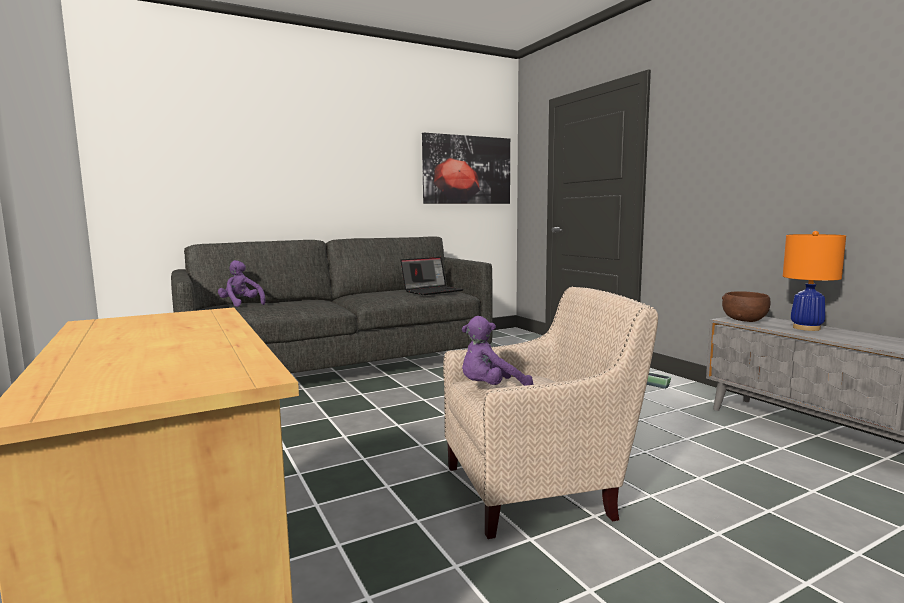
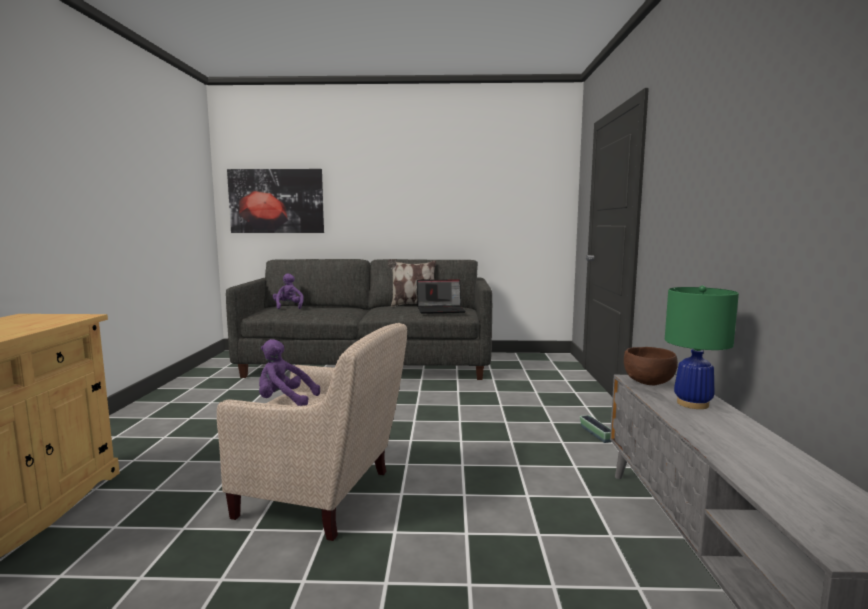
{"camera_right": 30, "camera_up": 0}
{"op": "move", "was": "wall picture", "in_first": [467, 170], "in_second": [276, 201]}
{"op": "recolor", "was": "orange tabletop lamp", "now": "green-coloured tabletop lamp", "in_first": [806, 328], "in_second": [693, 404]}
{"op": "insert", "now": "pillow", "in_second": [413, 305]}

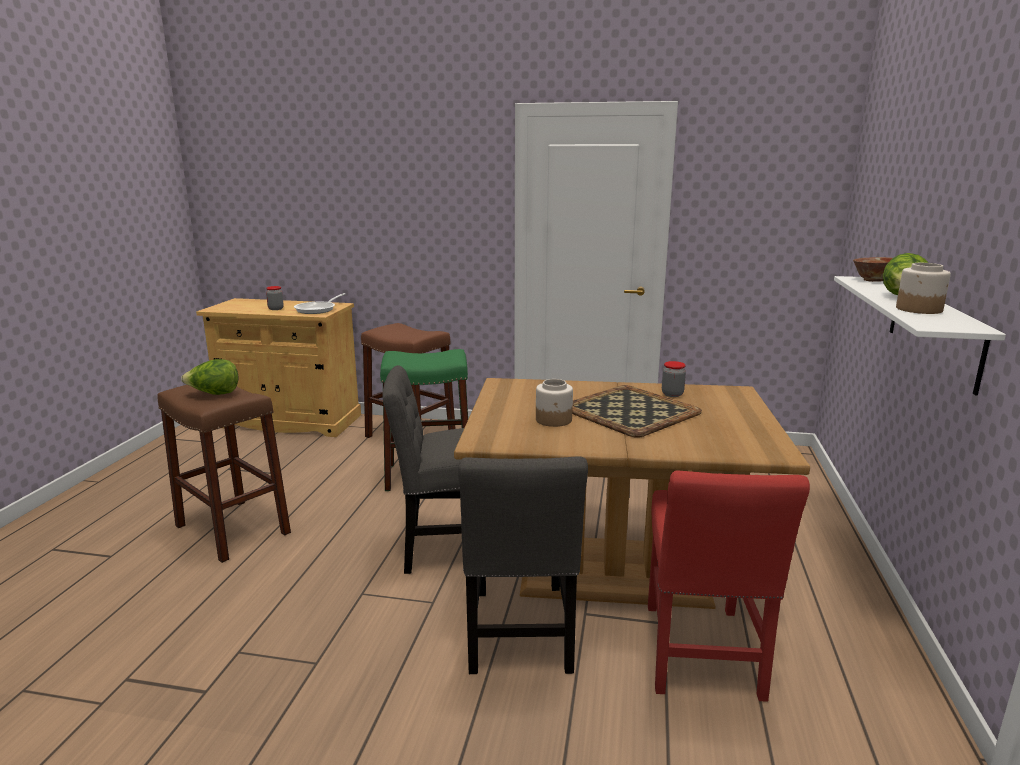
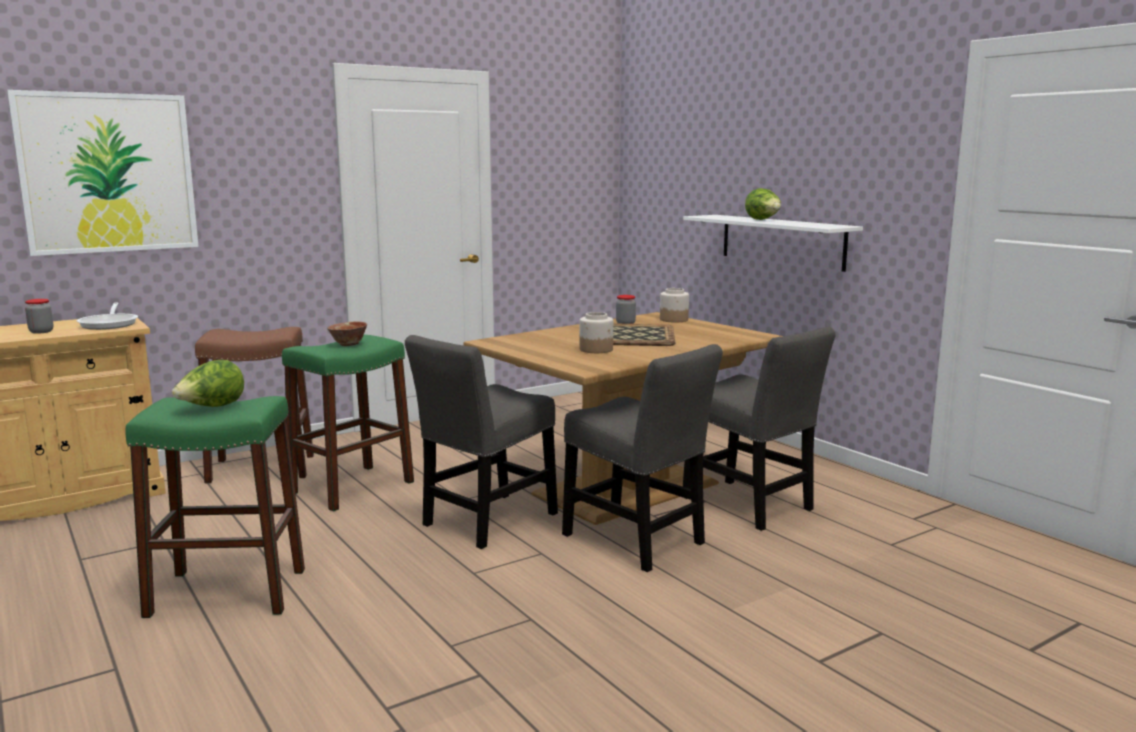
{"camera_right": -45, "camera_up": -5}
{"op": "move", "was": "deep dish", "in_first": [873, 280], "in_second": [348, 344]}
{"op": "move", "was": "storage jar", "in_first": [919, 309], "in_second": [674, 320]}
{"op": "recolor", "was": "brown sitting stool", "now": "green-coloured sitting stool", "in_first": [232, 529], "in_second": [227, 592]}
{"op": "recolor", "was": "reddish chair", "now": "greyish chair", "in_first": [701, 656], "in_second": [751, 506]}
{"op": "insert", "now": "wall picture", "in_second": [108, 173]}

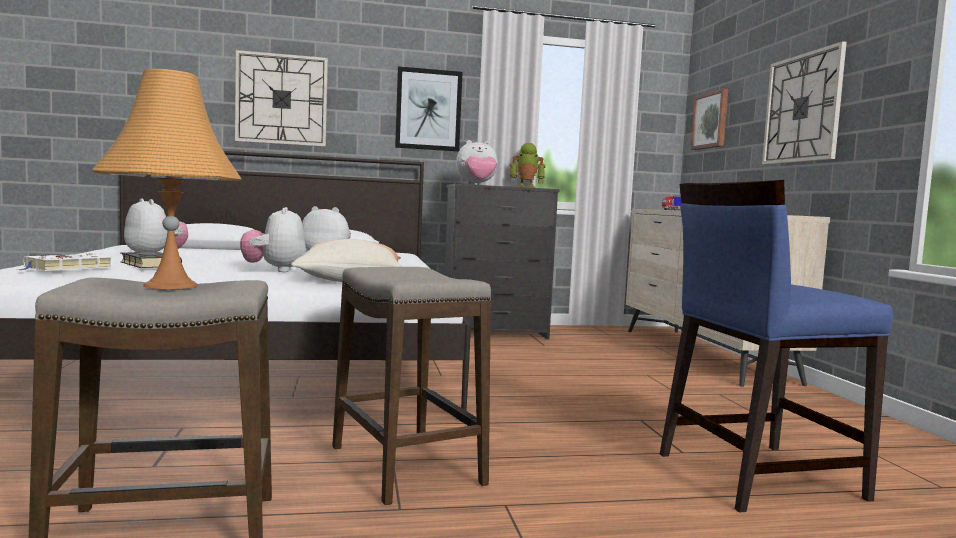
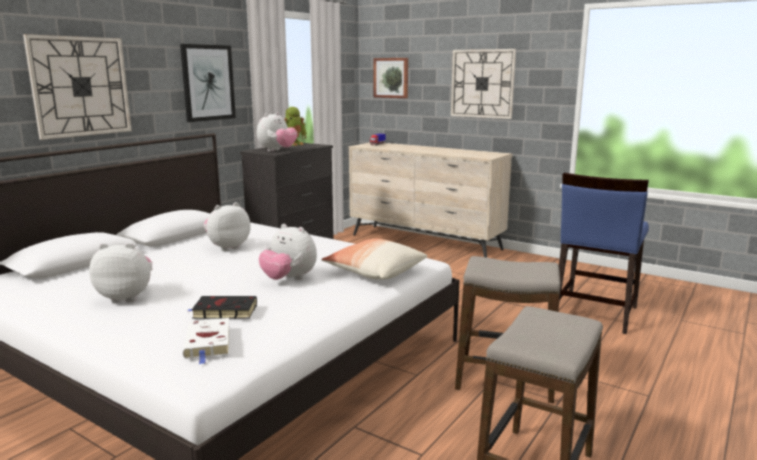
{"camera_right": -45, "camera_up": 10}
{"op": "delete", "was": "orange tabletop lamp", "in_first": [171, 285]}

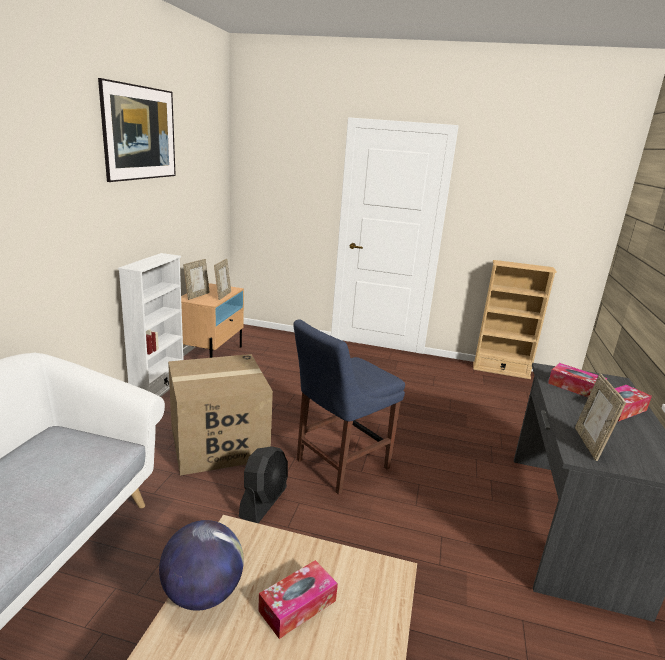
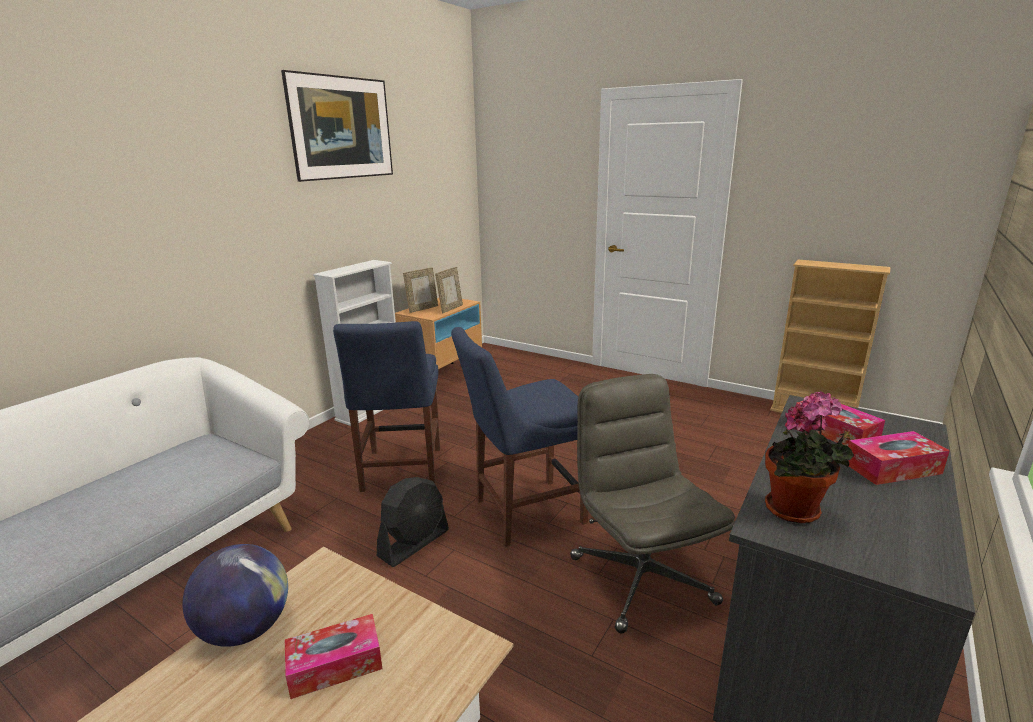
{"camera_right": 20, "camera_up": 0}
{"op": "replace", "was": "carton", "now": "blue chair", "in_first": [218, 443], "in_second": [400, 471]}
{"op": "replace", "was": "standing frame", "now": "plant in a pot", "in_first": [589, 444], "in_second": [796, 512]}
{"op": "insert", "now": "greyish desk chair", "in_second": [640, 578]}

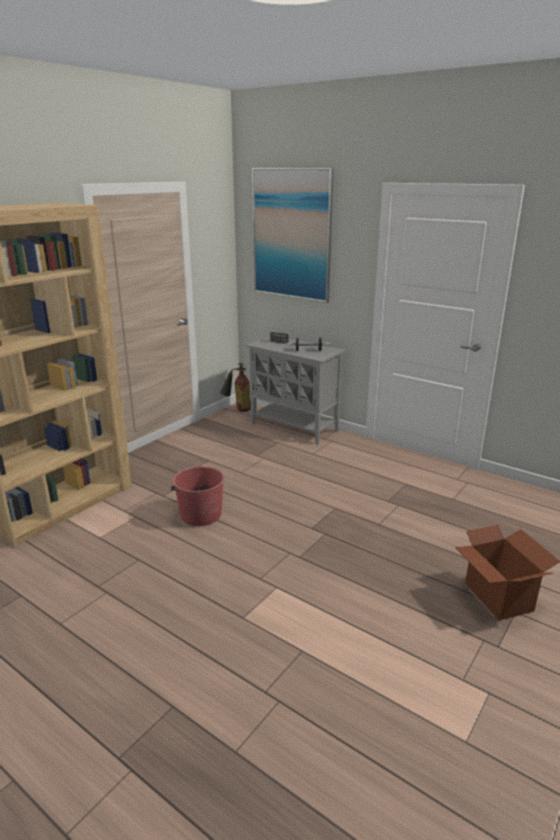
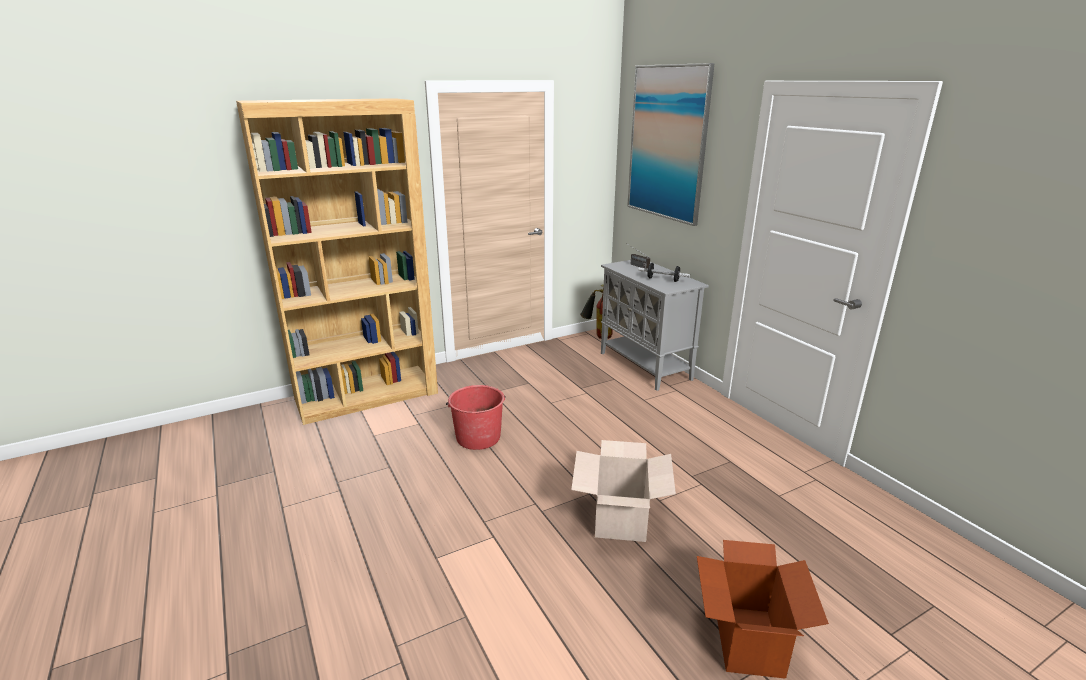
{"camera_right": 25, "camera_up": 0}
{"op": "insert", "now": "carton", "in_second": [621, 518]}

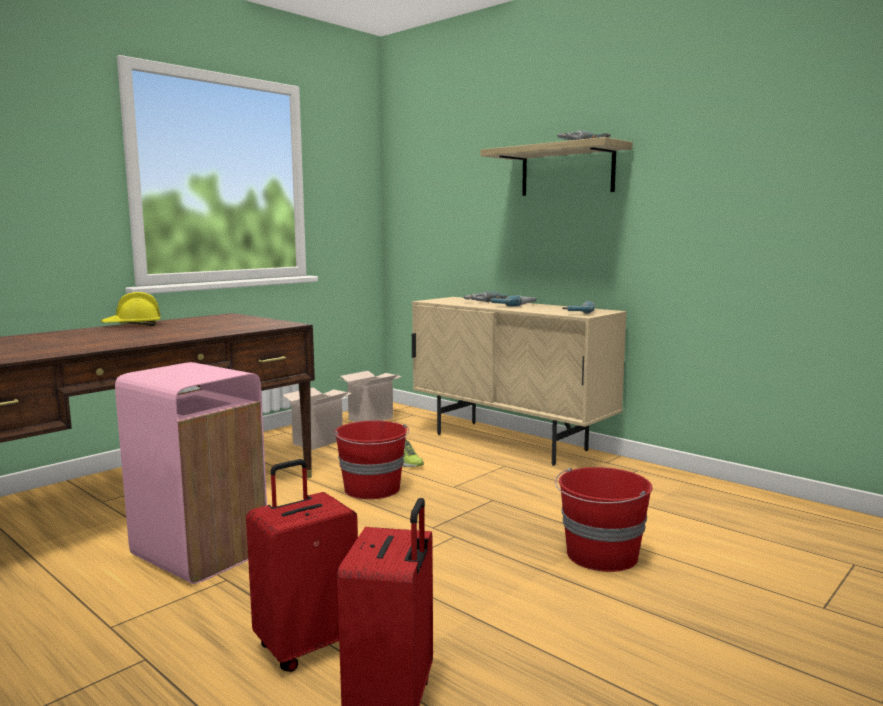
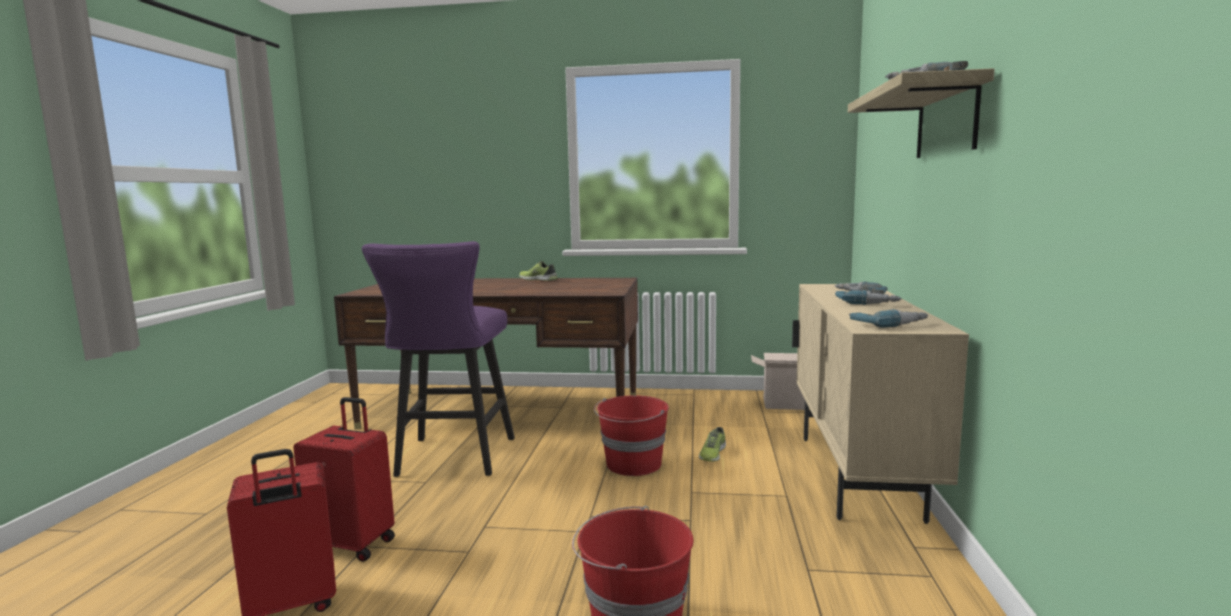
{"camera_right": 55, "camera_up": 0}
{"op": "replace", "was": "yellow hard hat", "now": "item of footwear", "in_first": [132, 325], "in_second": [538, 279]}
{"op": "replace", "was": "pinkish rubbish bin", "now": "purple sitting stool", "in_first": [199, 555], "in_second": [452, 460]}
{"op": "delete", "was": "carton", "in_first": [318, 441]}

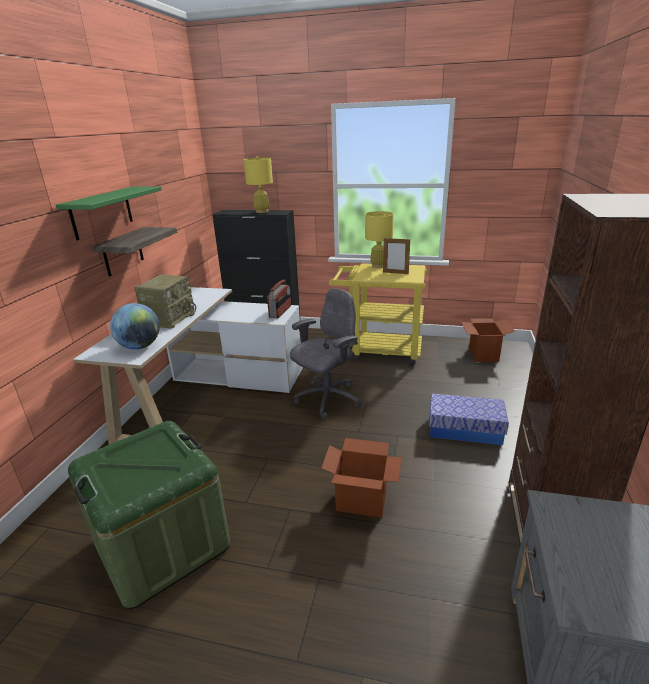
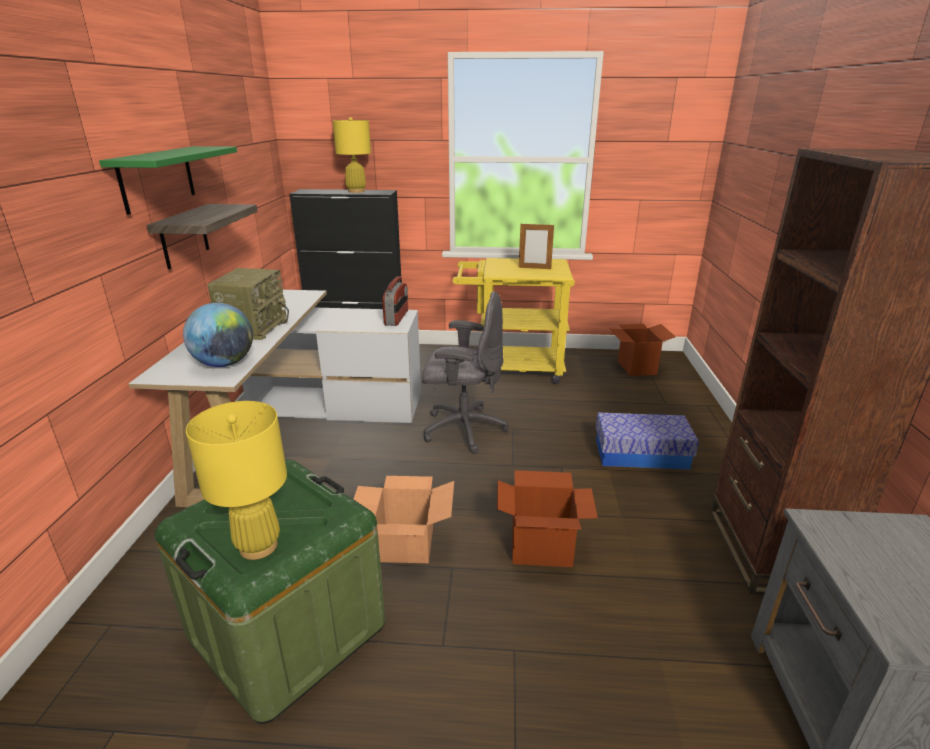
{"camera_right": -10, "camera_up": 0}
{"op": "move", "was": "yellow tabletop lamp", "in_first": [378, 266], "in_second": [258, 546]}
{"op": "rotate", "was": "greyish desk chair", "in_first": [327, 399], "in_second": [462, 429], "clockwise": 60}
{"op": "insert", "now": "carton", "in_second": [406, 543]}

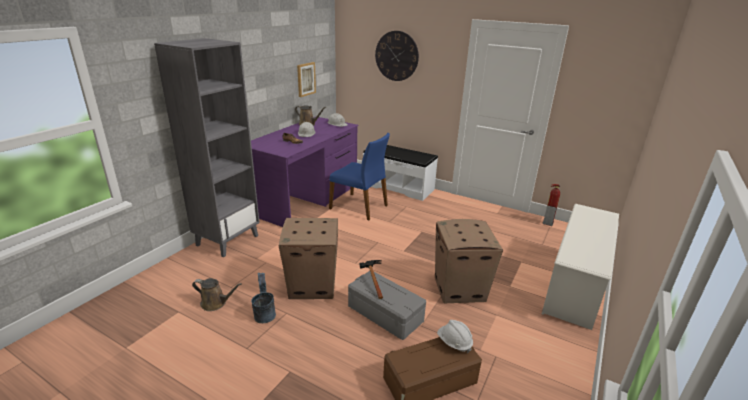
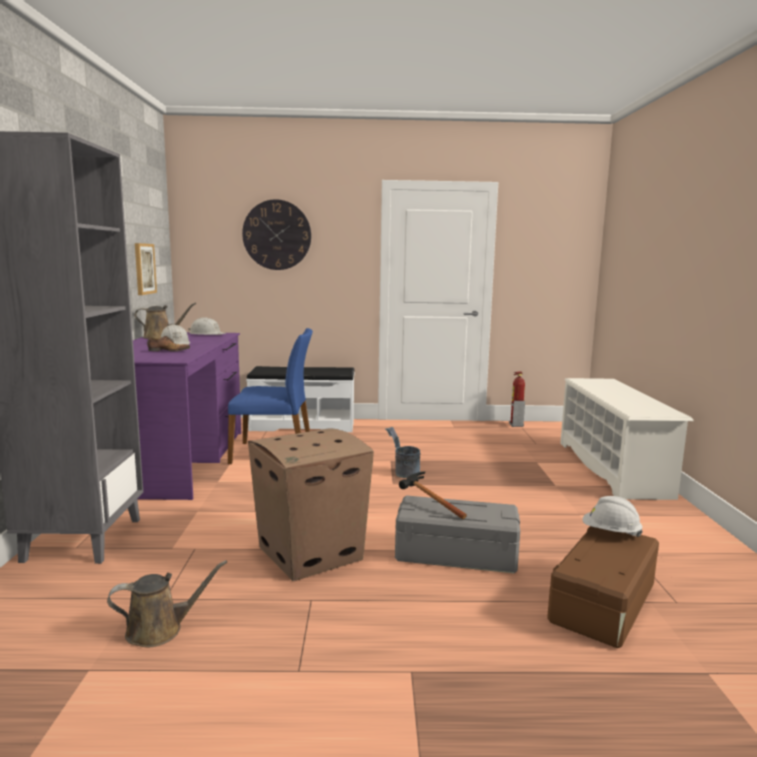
{"camera_right": -30, "camera_up": -15}
{"op": "delete", "was": "carton", "in_first": [459, 289]}
{"op": "move", "was": "greyish bucket", "in_first": [264, 313], "in_second": [403, 473]}

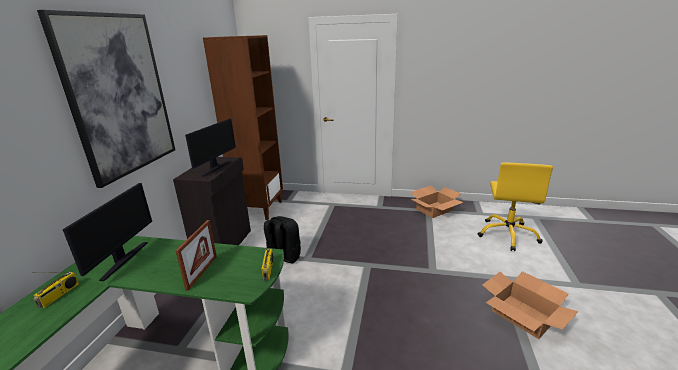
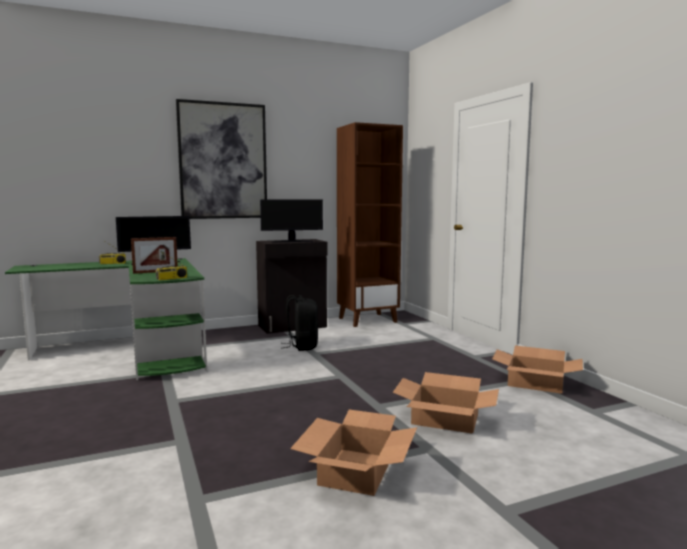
{"camera_right": 55, "camera_up": -15}
{"op": "delete", "was": "yellow desk chair", "in_first": [508, 235]}
{"op": "insert", "now": "carton", "in_second": [445, 419]}

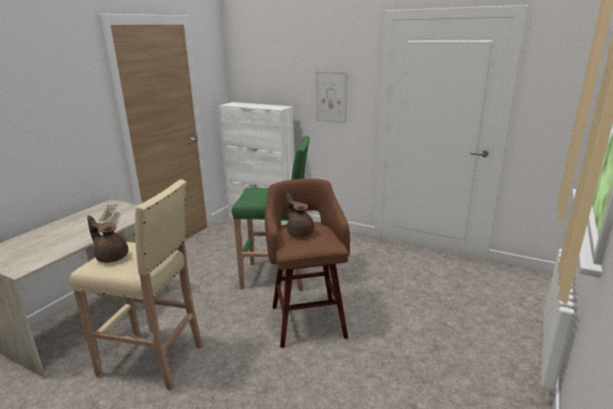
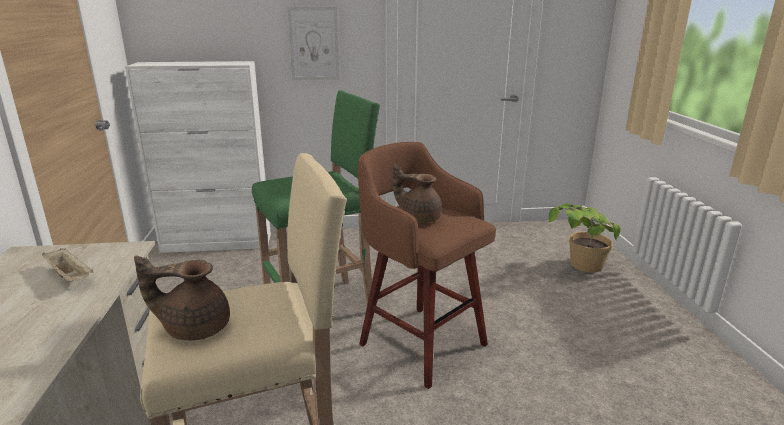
{"camera_right": -35, "camera_up": 0}
{"op": "insert", "now": "plant in a pot", "in_second": [574, 269]}

